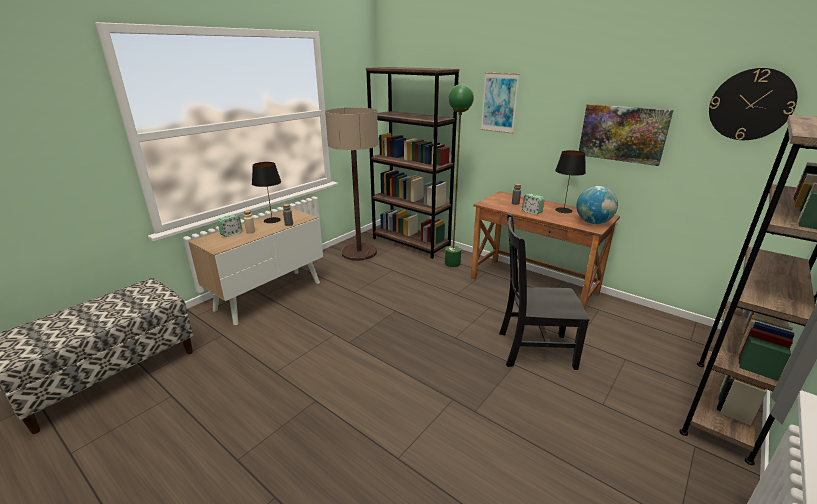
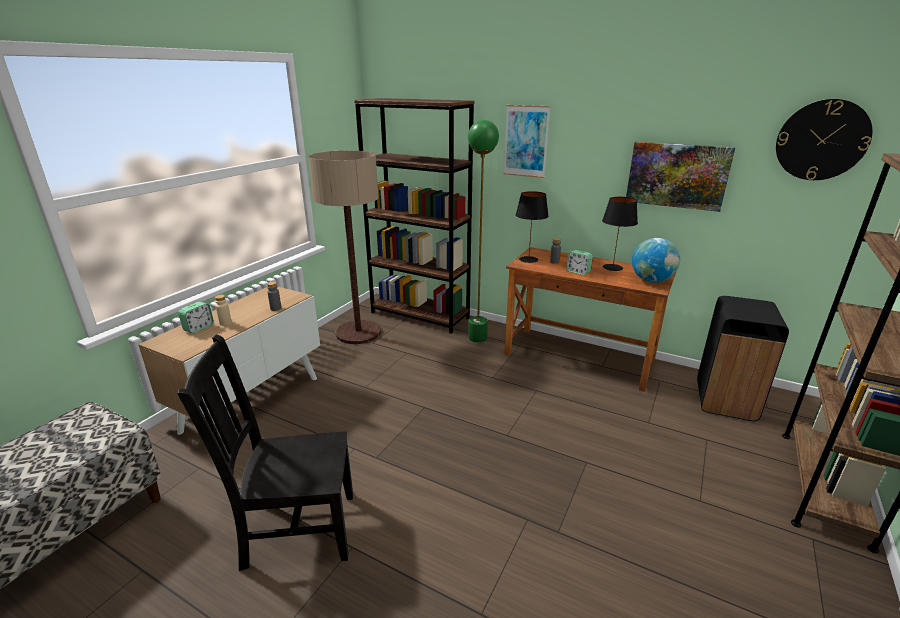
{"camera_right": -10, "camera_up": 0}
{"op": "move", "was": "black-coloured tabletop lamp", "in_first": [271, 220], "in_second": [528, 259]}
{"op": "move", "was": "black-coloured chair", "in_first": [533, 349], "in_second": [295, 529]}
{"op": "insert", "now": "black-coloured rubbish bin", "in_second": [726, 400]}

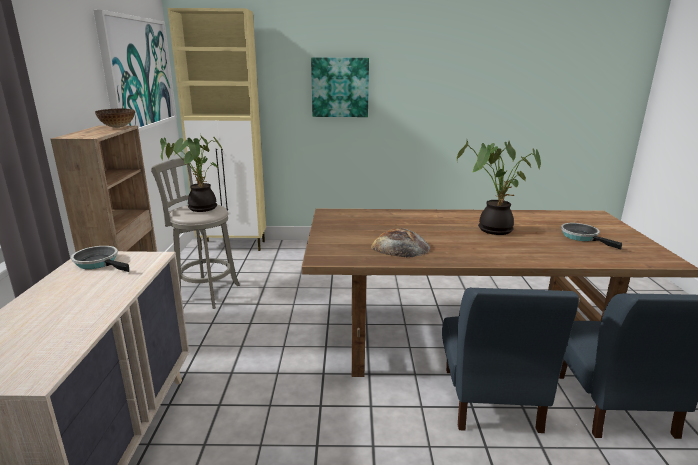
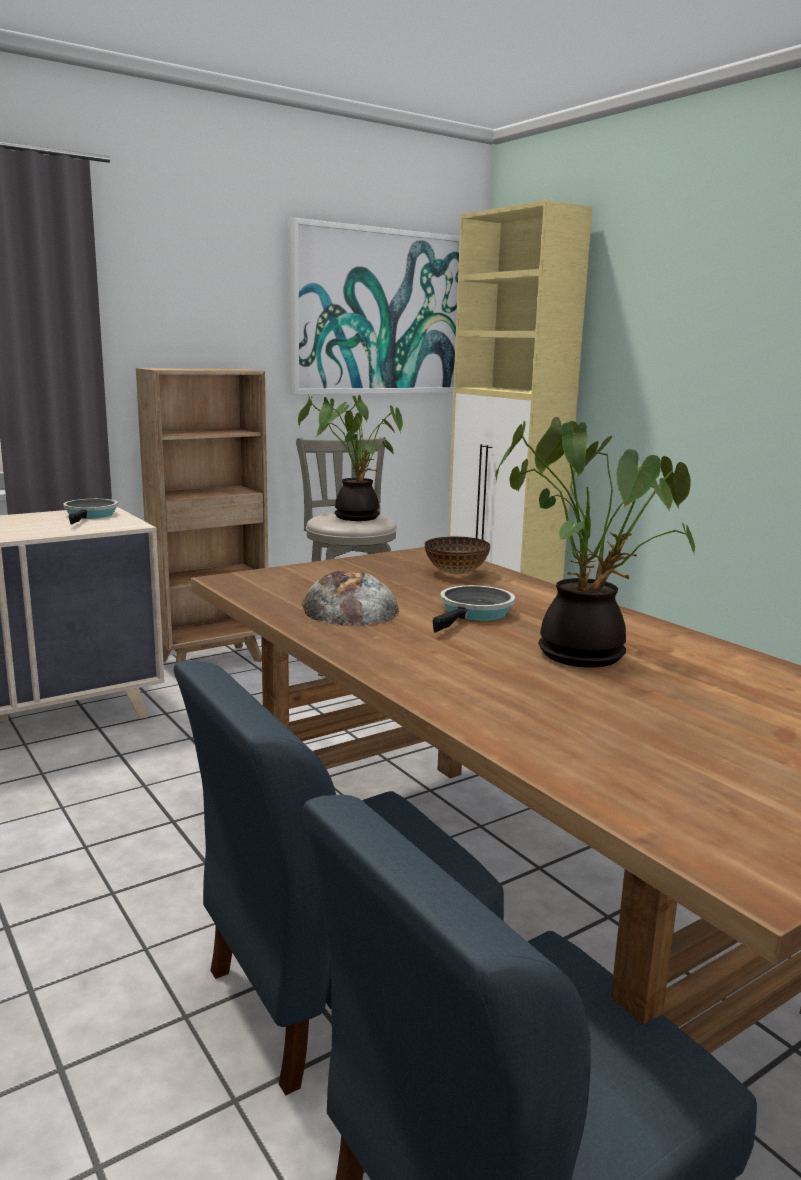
{"camera_right": 55, "camera_up": -5}
{"op": "delete", "was": "wall picture", "in_first": [340, 87]}
{"op": "move", "was": "deep dish", "in_first": [117, 127], "in_second": [455, 573]}
{"op": "move", "was": "skillet", "in_first": [582, 237], "in_second": [474, 613]}

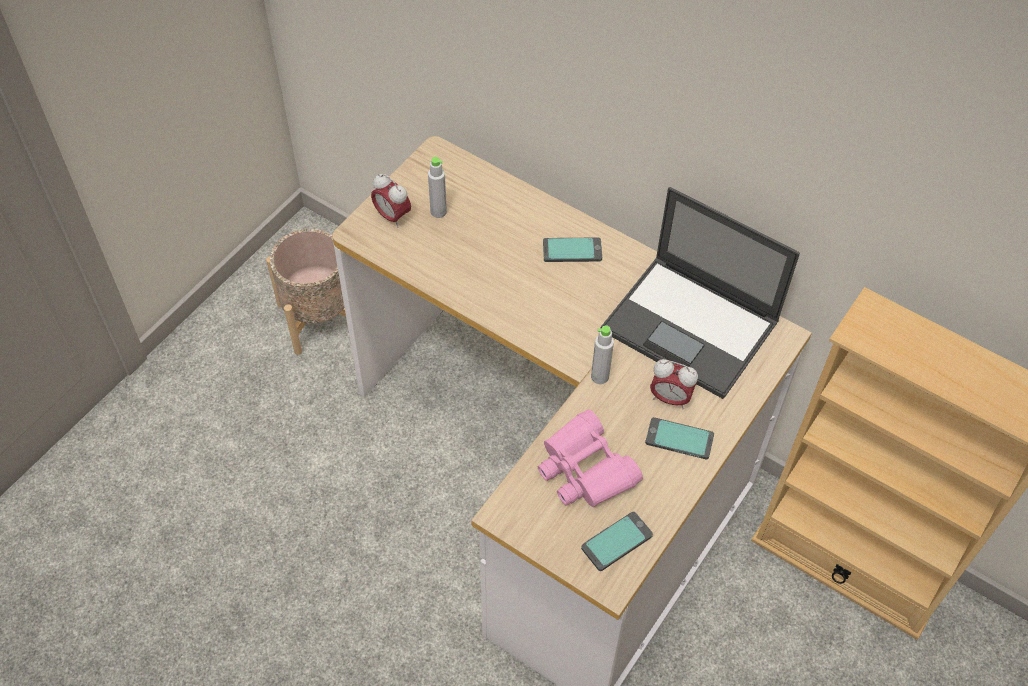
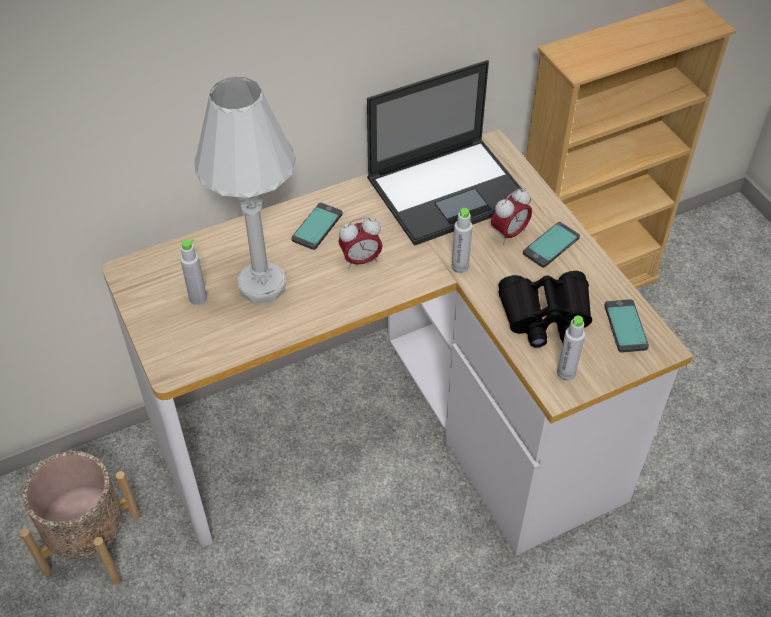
{"camera_right": -60, "camera_up": -5}
{"op": "move", "was": "alarm clock", "in_first": [392, 216], "in_second": [361, 260]}
{"op": "recolor", "was": "pinkish field glasses", "now": "black-coloured field glasses", "in_first": [585, 469], "in_second": [545, 316]}
{"op": "insert", "now": "whitish tabletop lamp", "in_second": [262, 285]}
{"op": "insert", "now": "greyish drink bottle", "in_second": [566, 373]}

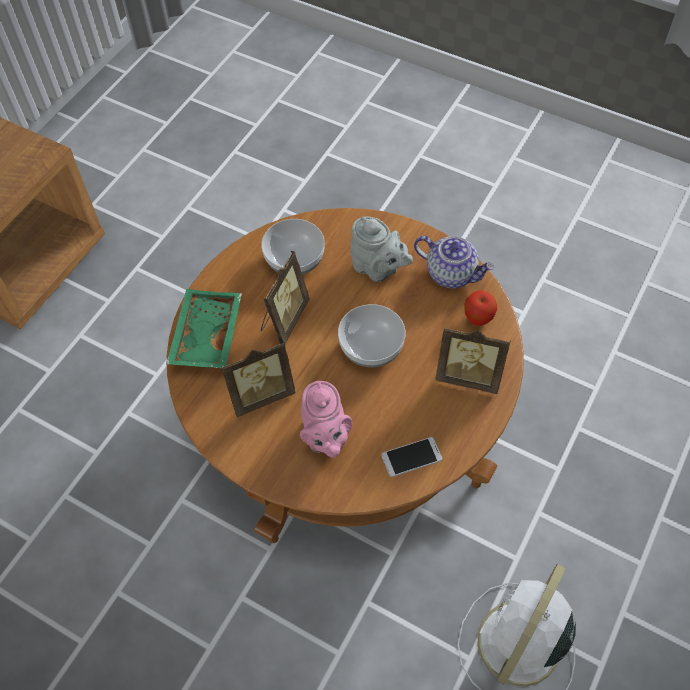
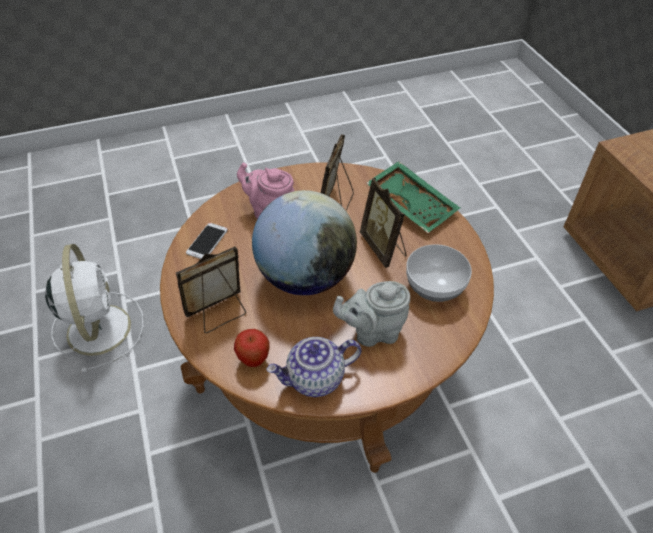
{"camera_right": 130, "camera_up": -10}
{"op": "replace", "was": "deep dish", "now": "globe", "in_first": [371, 349], "in_second": [305, 276]}

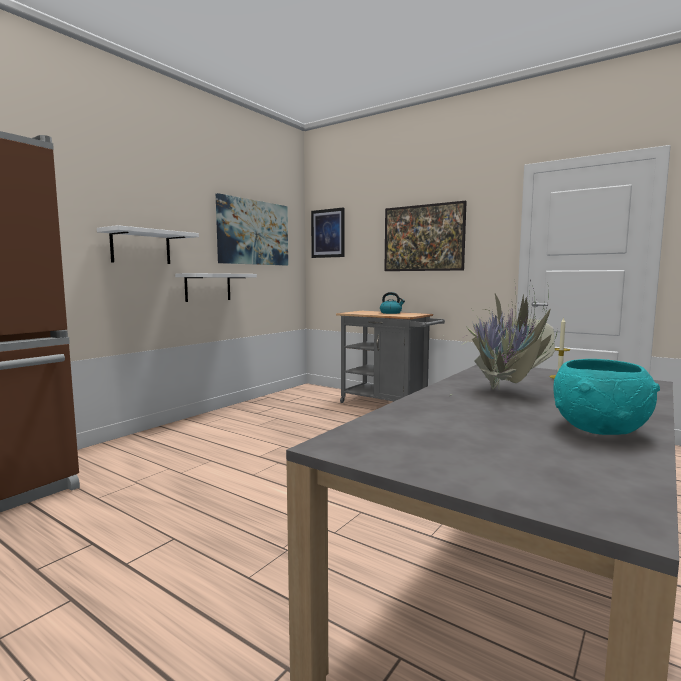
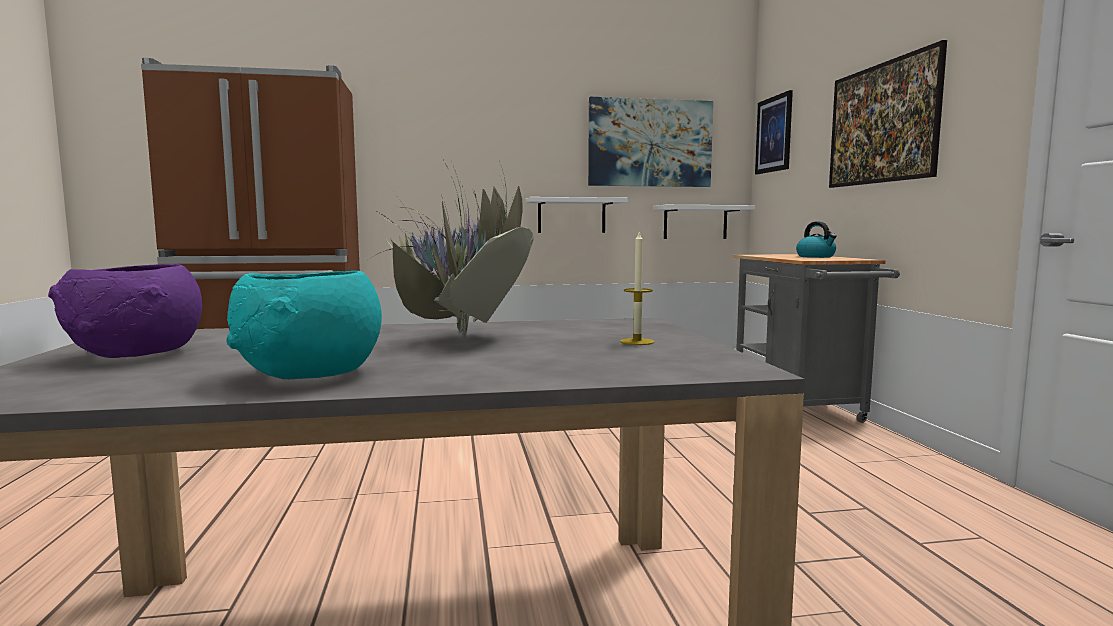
{"camera_right": 45, "camera_up": 0}
{"op": "move", "was": "whitish wall shelf", "in_first": [141, 247], "in_second": [695, 222]}
{"op": "insert", "now": "purple deep dish", "in_second": [137, 355]}

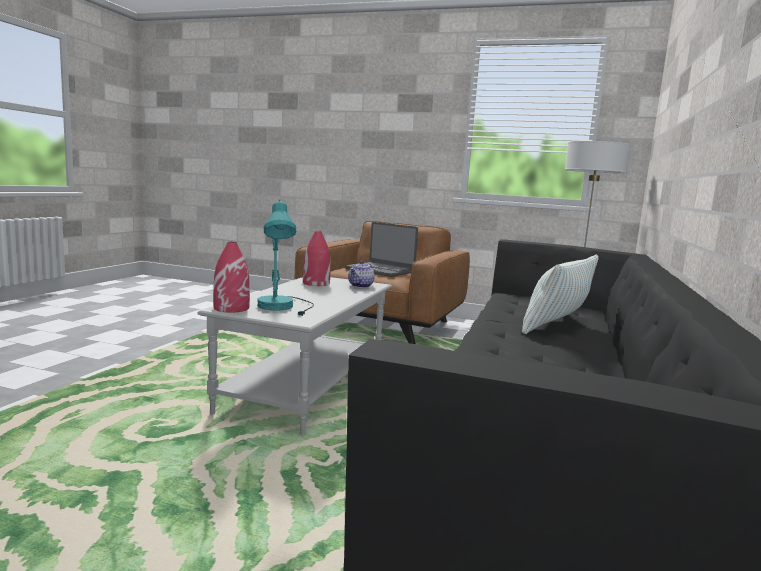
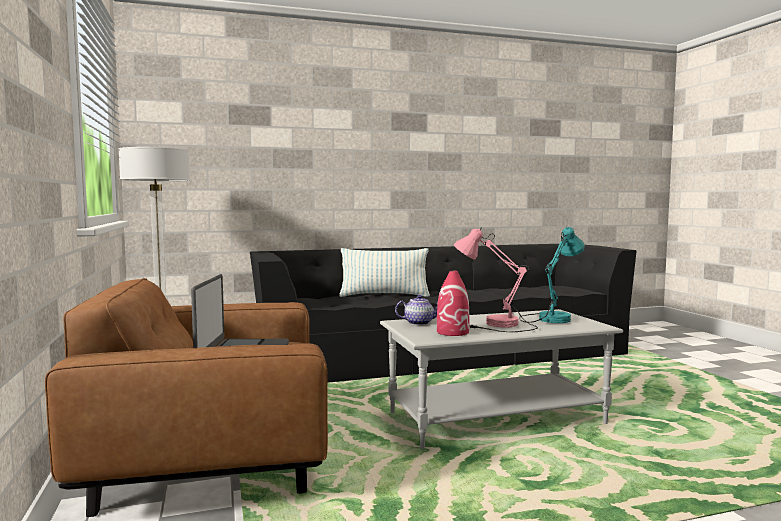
{"camera_right": -125, "camera_up": -5}
{"op": "delete", "was": "reddish decorative vase", "in_first": [231, 308]}
{"op": "insert", "now": "pinkish tabletop lamp", "in_second": [495, 326]}

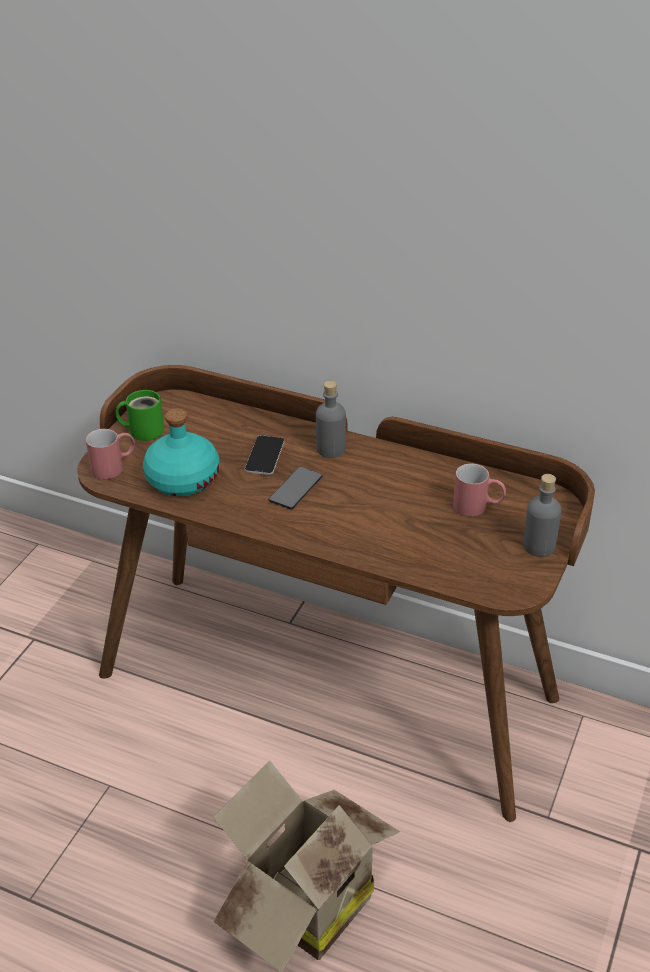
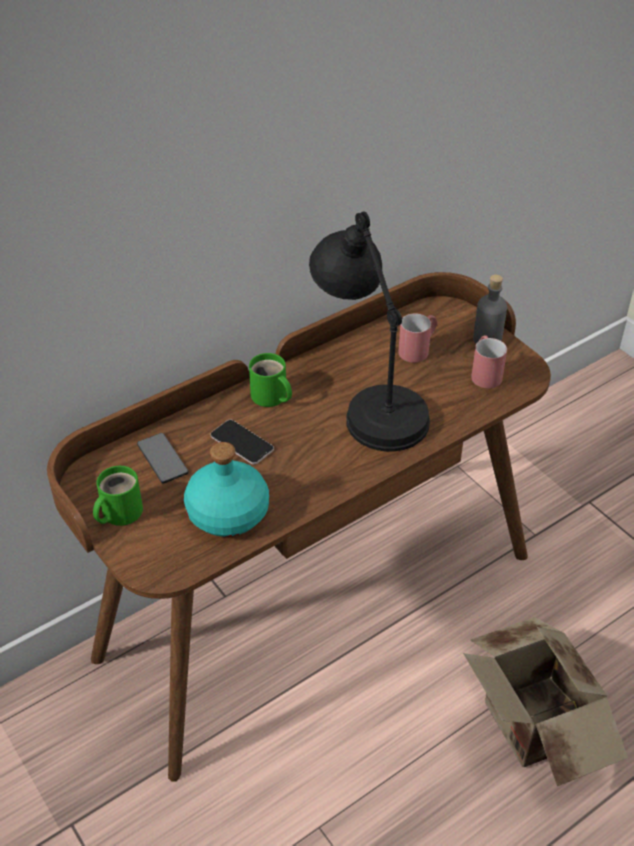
{"camera_right": -60, "camera_up": 5}
{"op": "replace", "was": "greyish drink bottle", "now": "green-coloured tea mug", "in_first": [331, 449], "in_second": [270, 397]}
{"op": "move", "was": "reddish tea mug", "in_first": [114, 466], "in_second": [485, 372]}
{"op": "move", "was": "handset", "in_first": [296, 489], "in_second": [162, 459]}
{"op": "insert", "now": "black-coloured tabletop lamp", "in_second": [367, 398]}

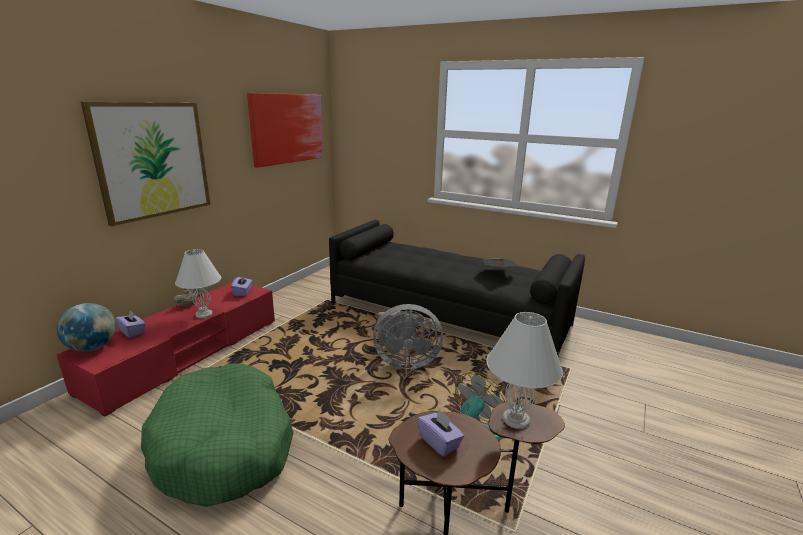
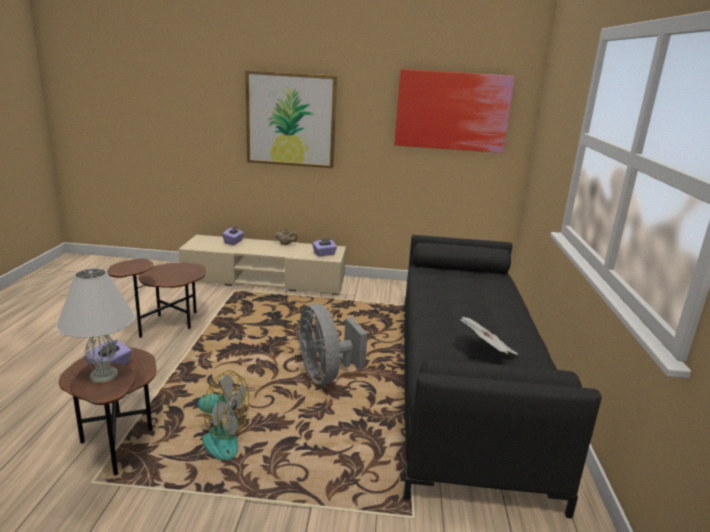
{"camera_right": 65, "camera_up": 0}
{"op": "delete", "was": "whitish tabletop lamp", "in_first": [204, 314]}
{"op": "recolor", "was": "reddish media console", "now": "sand-coloured media console", "in_first": [187, 354], "in_second": [265, 280]}
{"op": "delete", "was": "globe", "in_first": [93, 348]}
{"op": "replace", "was": "green-coloured dog bed", "now": "brown end table", "in_first": [225, 446], "in_second": [166, 325]}

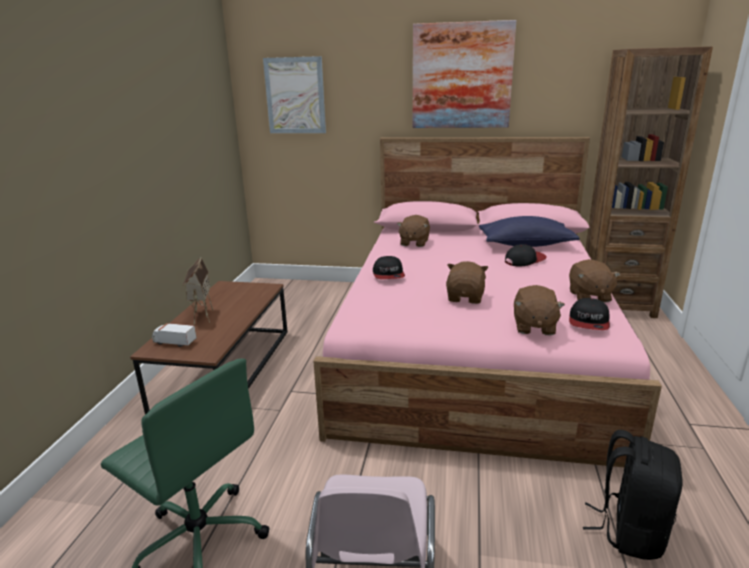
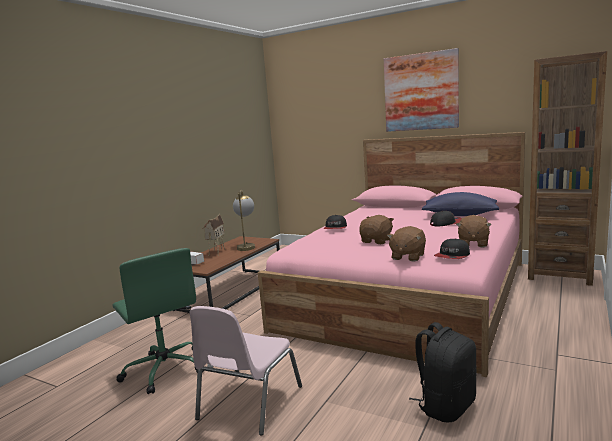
{"camera_right": 20, "camera_up": -10}
{"op": "delete", "was": "wall picture", "in_first": [295, 96]}
{"op": "delete", "was": "brown plush toy", "in_first": [414, 243]}
{"op": "insert", "now": "tabletop lamp", "in_second": [246, 246]}

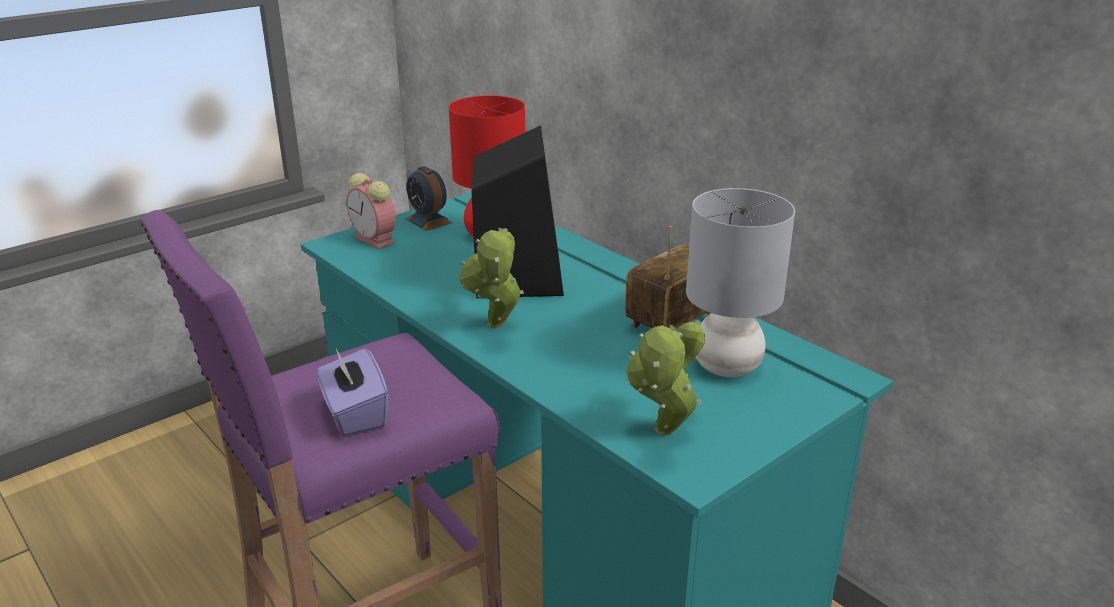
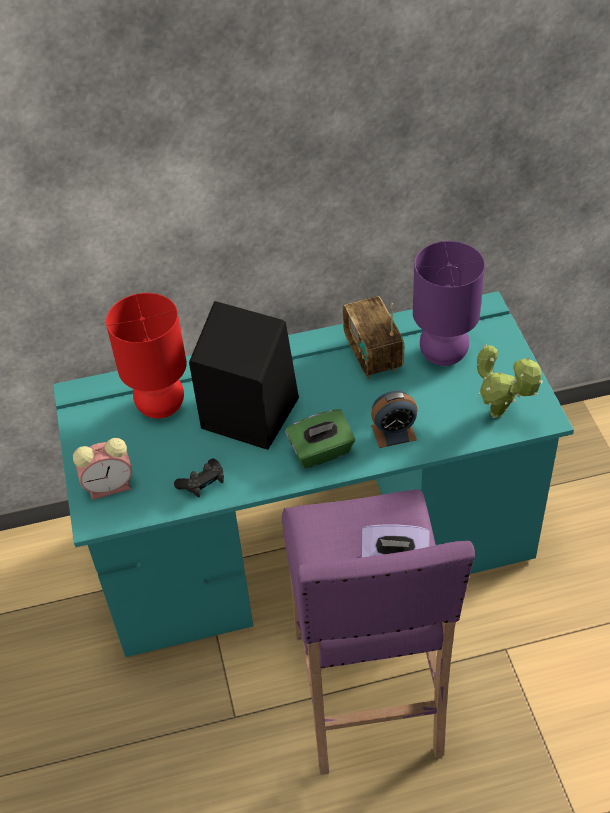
{"camera_right": -60, "camera_up": 20}
{"op": "move", "was": "alarm clock", "in_first": [428, 221], "in_second": [393, 432]}
{"op": "recolor", "was": "greyish tabletop lamp", "now": "purple tabletop lamp", "in_first": [725, 366], "in_second": [443, 355]}
{"op": "replace", "was": "plant in a pot", "now": "green-coloured tissue holder", "in_first": [496, 327], "in_second": [321, 452]}
{"op": "insert", "now": "black-coloured game controller", "in_second": [202, 483]}

